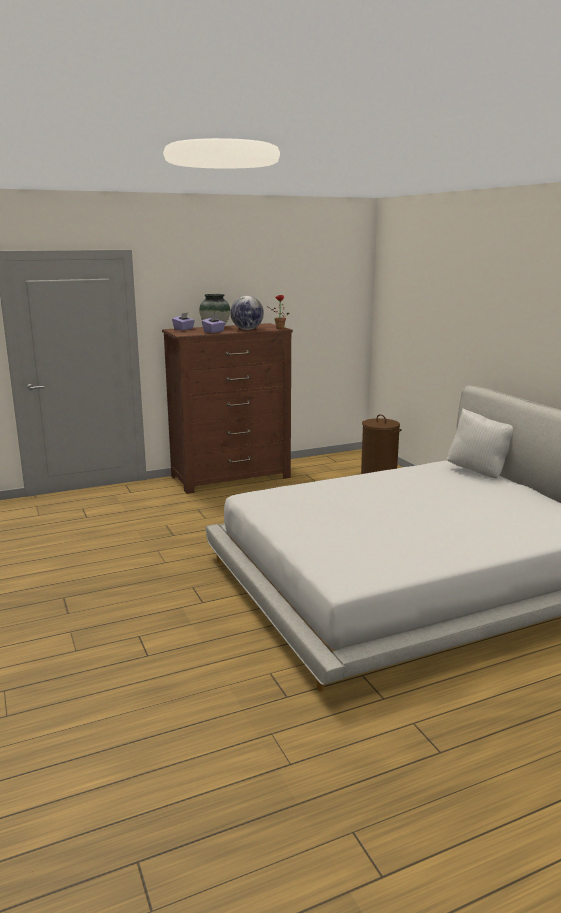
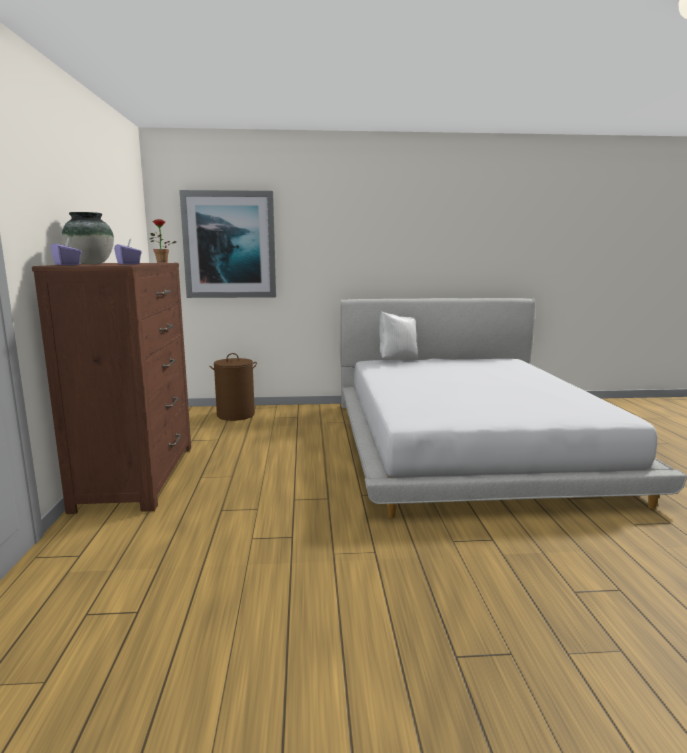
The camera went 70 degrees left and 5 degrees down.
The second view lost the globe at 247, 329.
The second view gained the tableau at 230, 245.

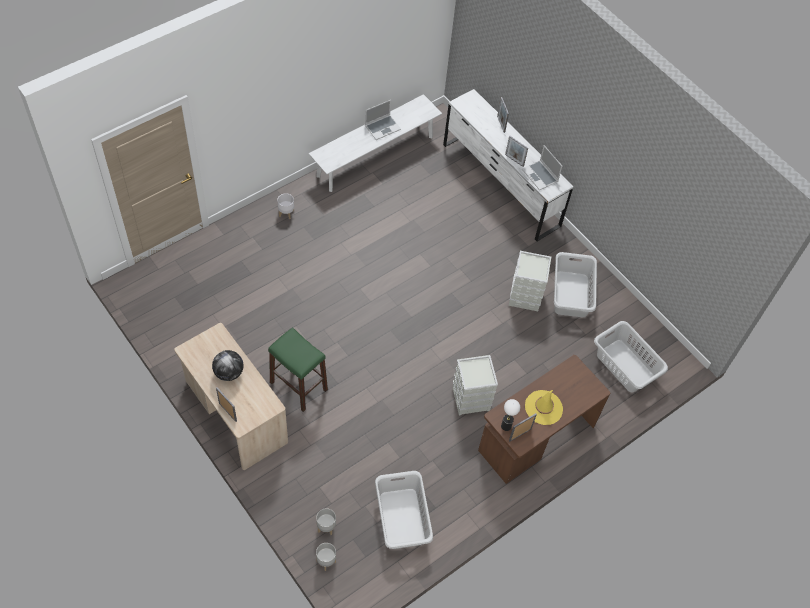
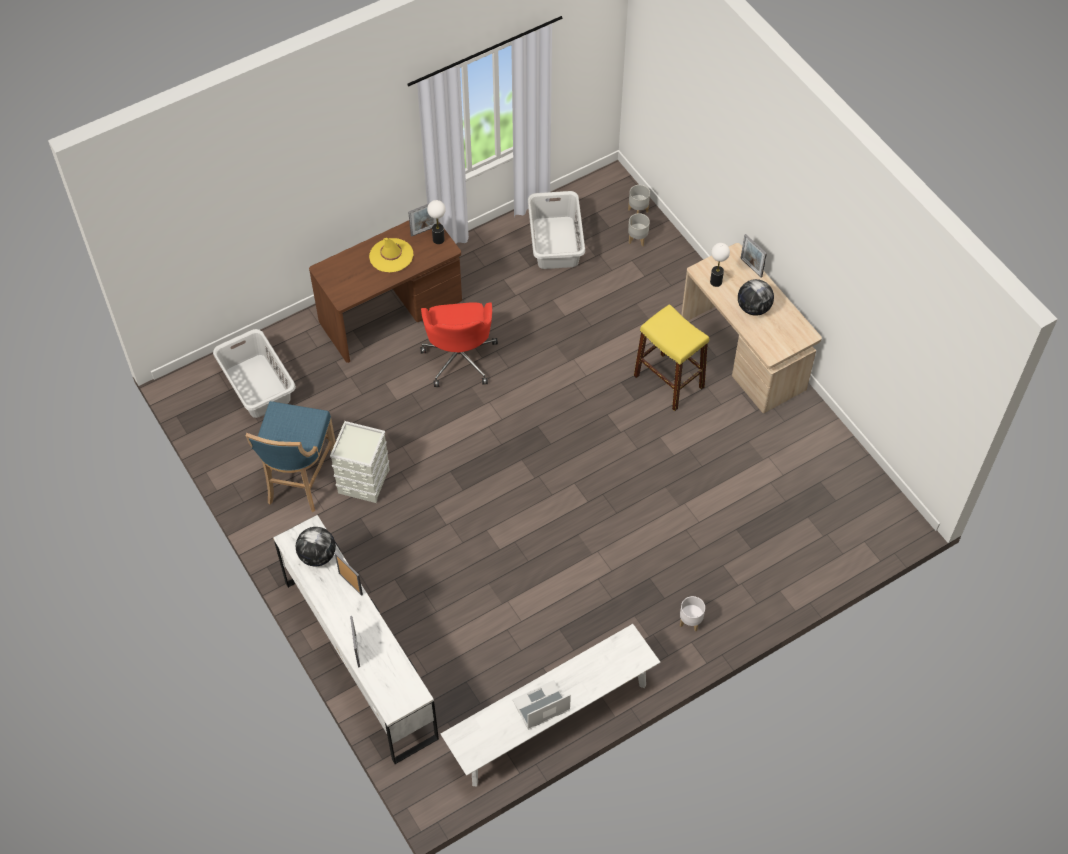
The camera went 170 degrees left and 0 degrees up.
What was the tabouret/vert at 298, 386 turned into the tabouret/jaune at 668, 381.
Where the boîte de rangement/gris stood at 471, 398, the chaise de bureau/rouge came to stand at 460, 357.
Where the ordinateur portable stood at 540, 176, the globe came to stand at 317, 556.
Where the panier à linge/gris stood at 571, 294, the tabouret/bleu came to stand at 299, 481.
The second view gained the lampe de table at 716, 282.

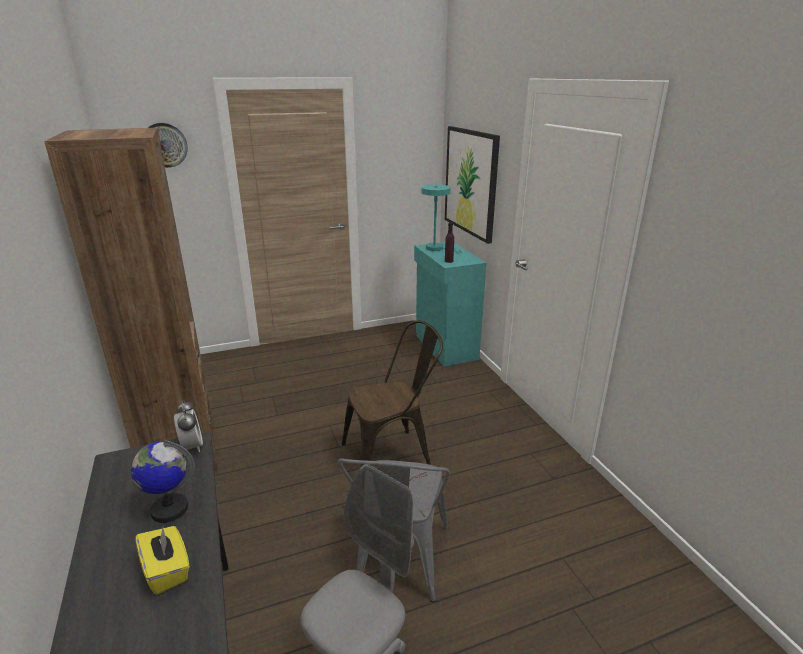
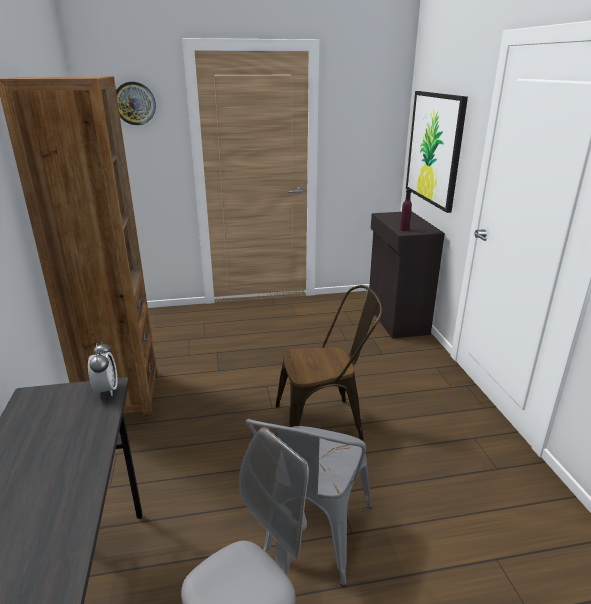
The camera went 10 degrees right and 0 degrees up.
The second view lost the globe at 169, 509.
The second view lost the boîte à mouchoirs/jaune at 167, 570.
What was the meuble de rangement/turquoise at 445, 347 turned into the meuble de rangement/noir at 396, 319.
The second view lost the lampe de table/turquoise at 437, 249.

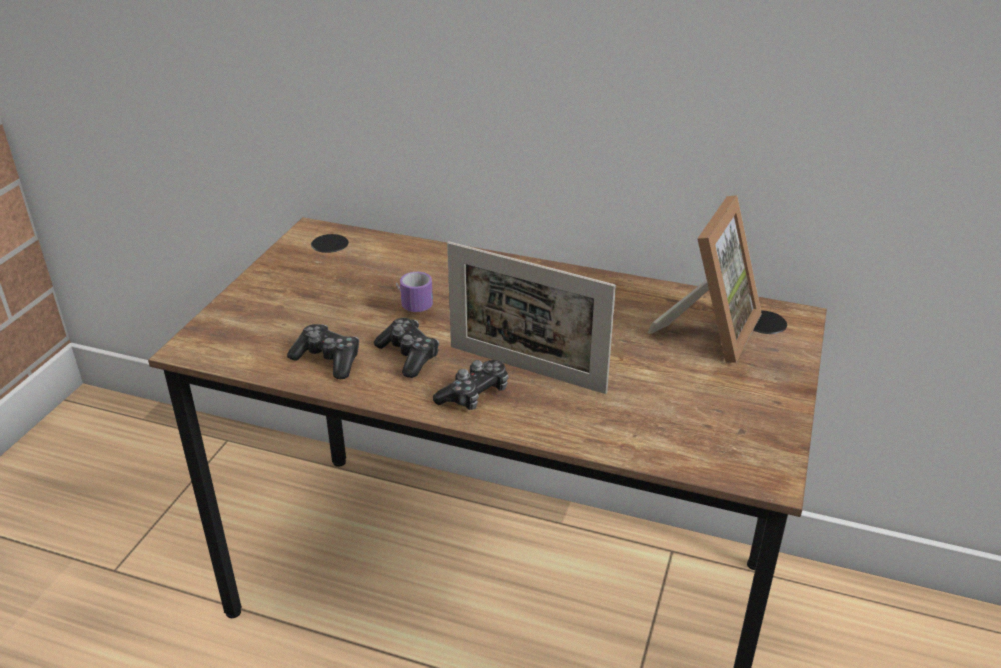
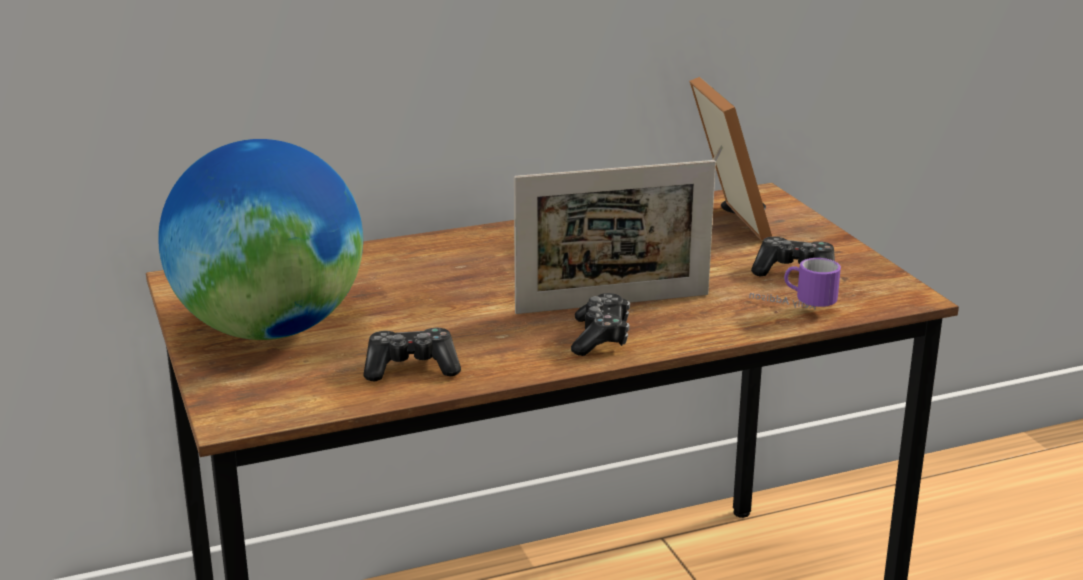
The camera went 40 degrees left and 10 degrees down.
The manette ended up elsewhere, having gone from 409, 355 to 795, 272.
The mug ended up elsewhere, having gone from 410, 303 to 792, 306.
The second view gained the globe at 270, 329.

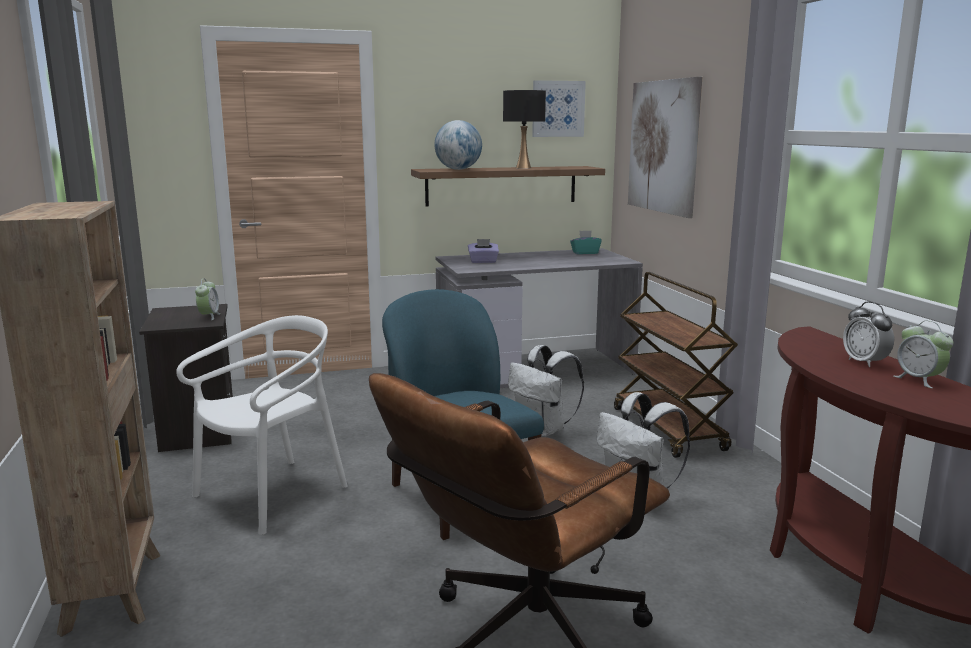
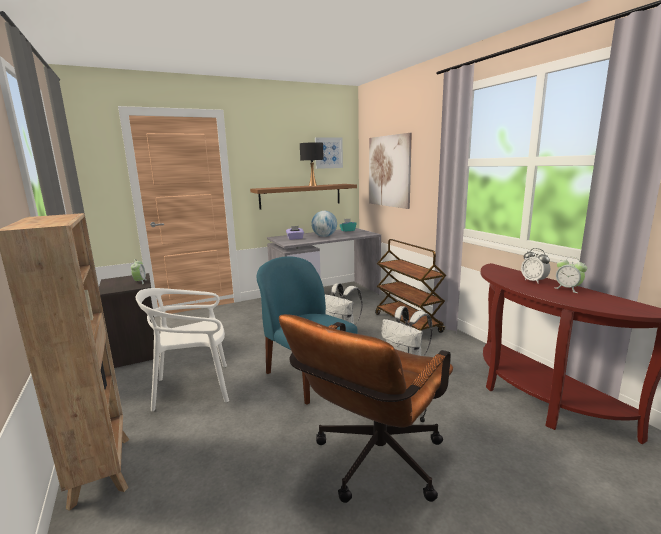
The camera went 10 degrees left and 0 degrees up.
The chaise/blanc at 272, 494 ended up facing another way, 135 degrees counterclockwise from before.
The globe ended up elsewhere, having gone from 458, 169 to 324, 236.

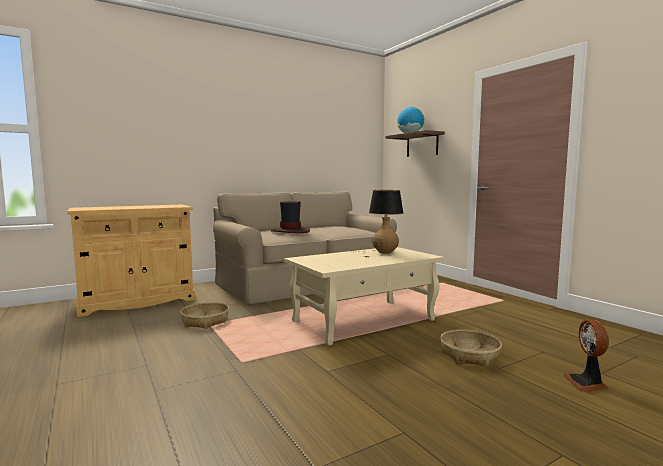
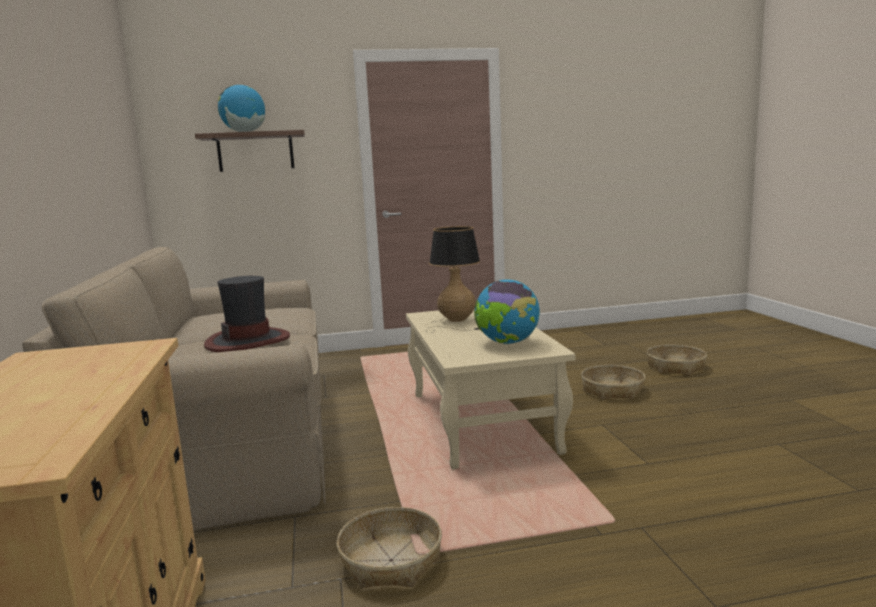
The camera went 70 degrees left and 5 degrees up.
Where the ventilateur stood at 586, 383, the panier came to stand at 675, 367.
The second view gained the globe at 507, 343.

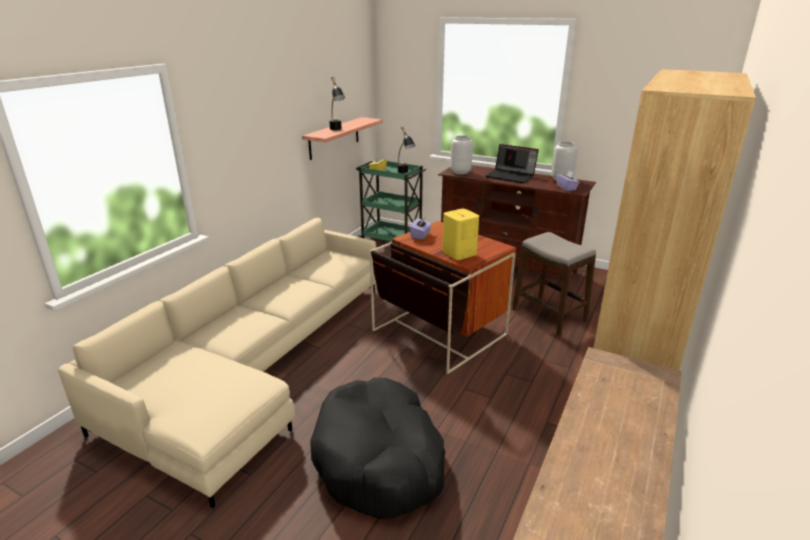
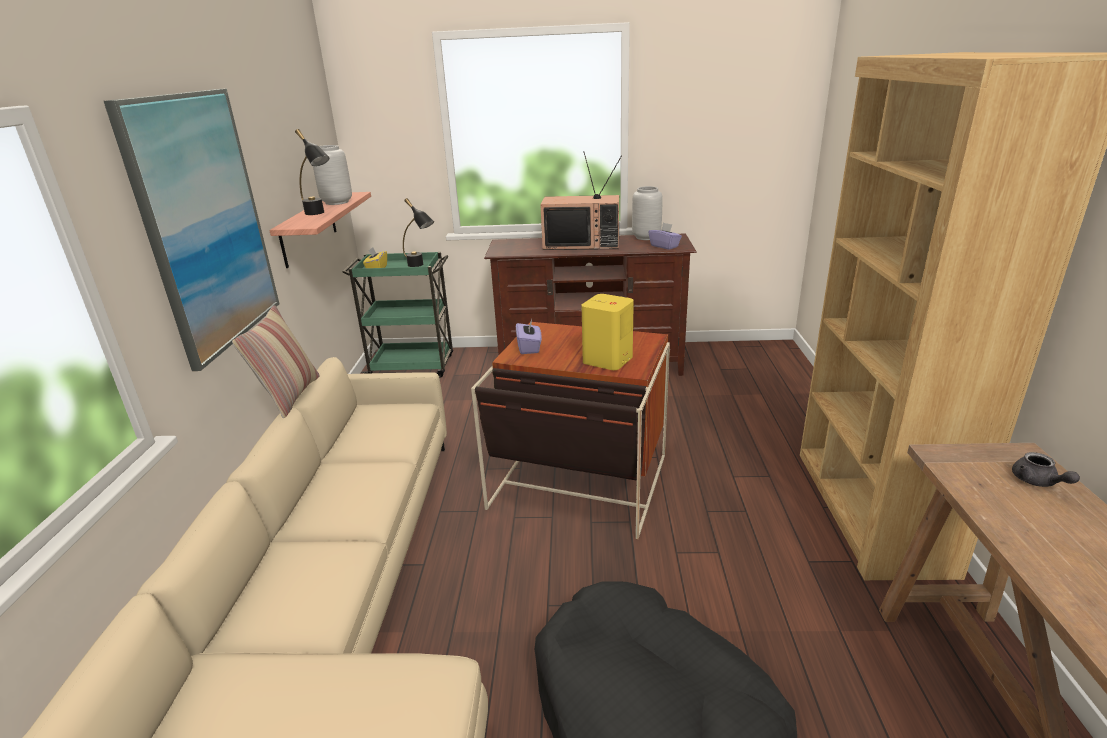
The camera went 25 degrees left and 0 degrees up.
The vase/gris ended up elsewhere, having gone from 460, 172 to 336, 202.
Where the ordinateur portable stood at 511, 176, the téléviseur came to stand at 582, 244.
The second view lost the tabouret at 549, 316.
The second view gained the tableau at 205, 223.
The second view gained the coussin at 290, 397.
The second view gained the théière/gris at 1037, 482.

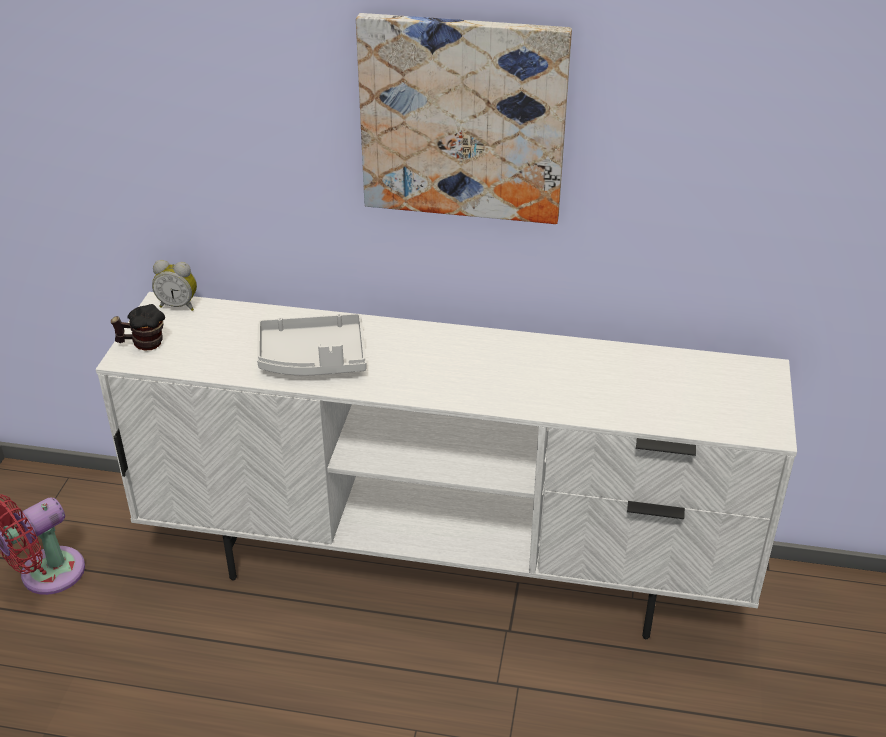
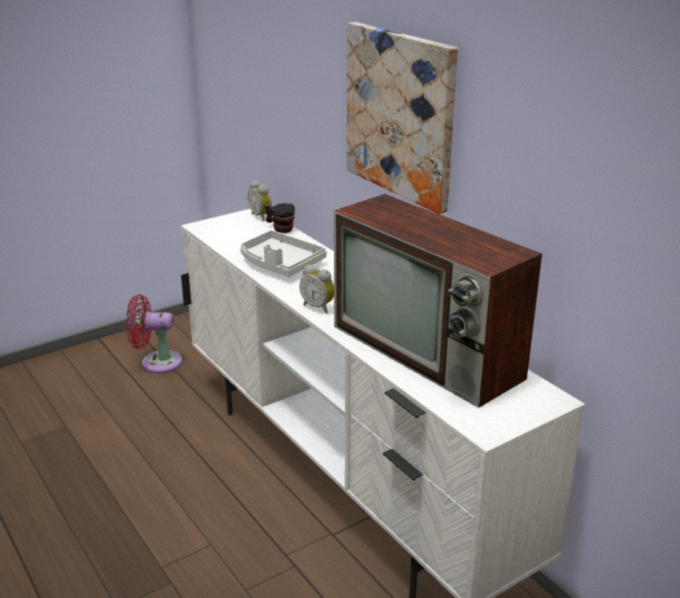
The camera went 45 degrees right and 10 degrees down.
The mug ended up elsewhere, having gone from 143, 344 to 280, 229.
The second view gained the réveil at 318, 307.
The second view gained the téléviseur at 429, 353.

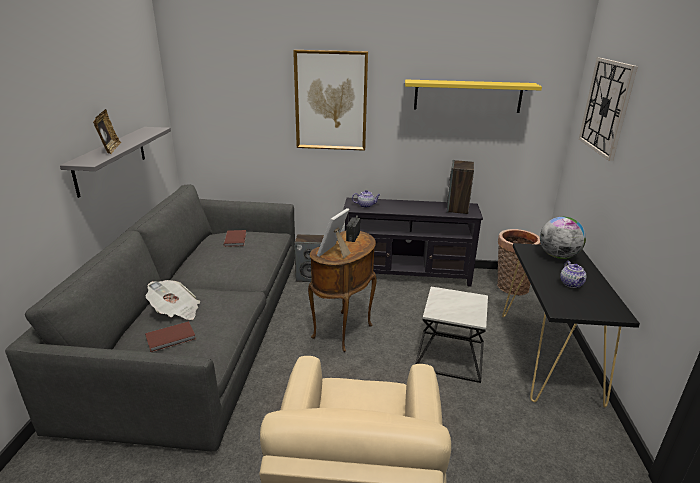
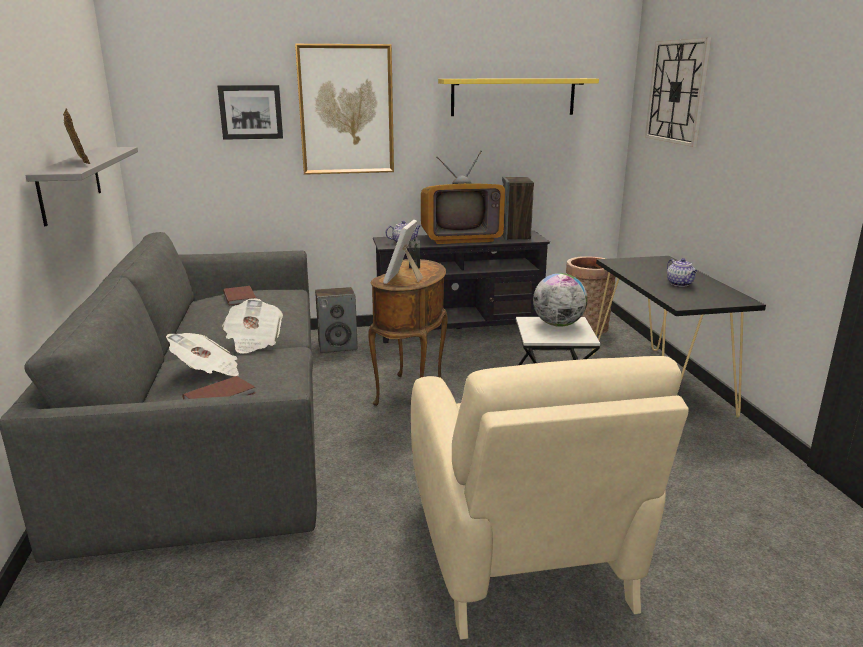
The camera went 15 degrees left and 5 degrees down.
The globe ended up elsewhere, having gone from 558, 256 to 558, 324.
The second view gained the tableau at 251, 112.
The second view gained the journal at 253, 341.
The second view gained the téléviseur at 460, 238.

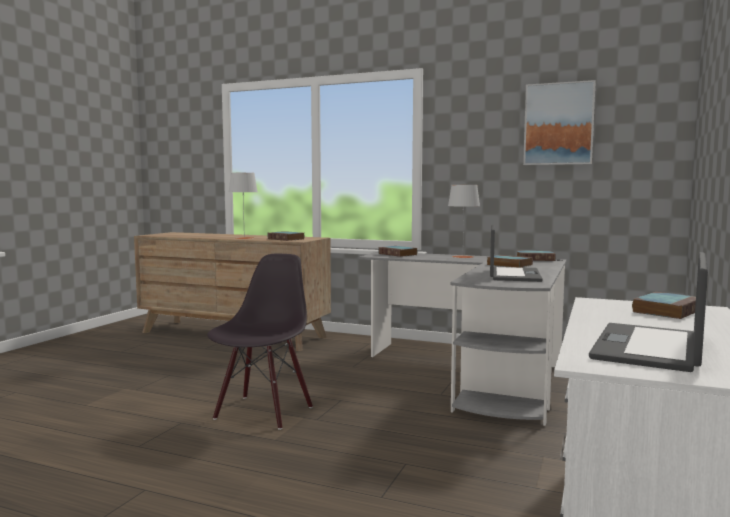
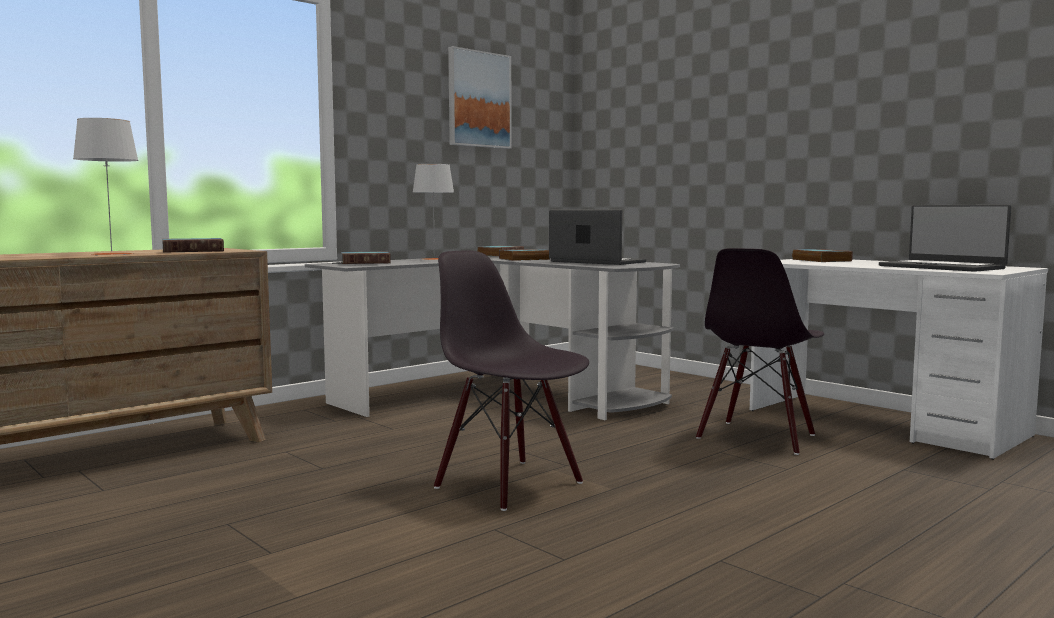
The camera went 65 degrees left and 0 degrees up.
The second view gained the chaise/noir at 757, 437.

